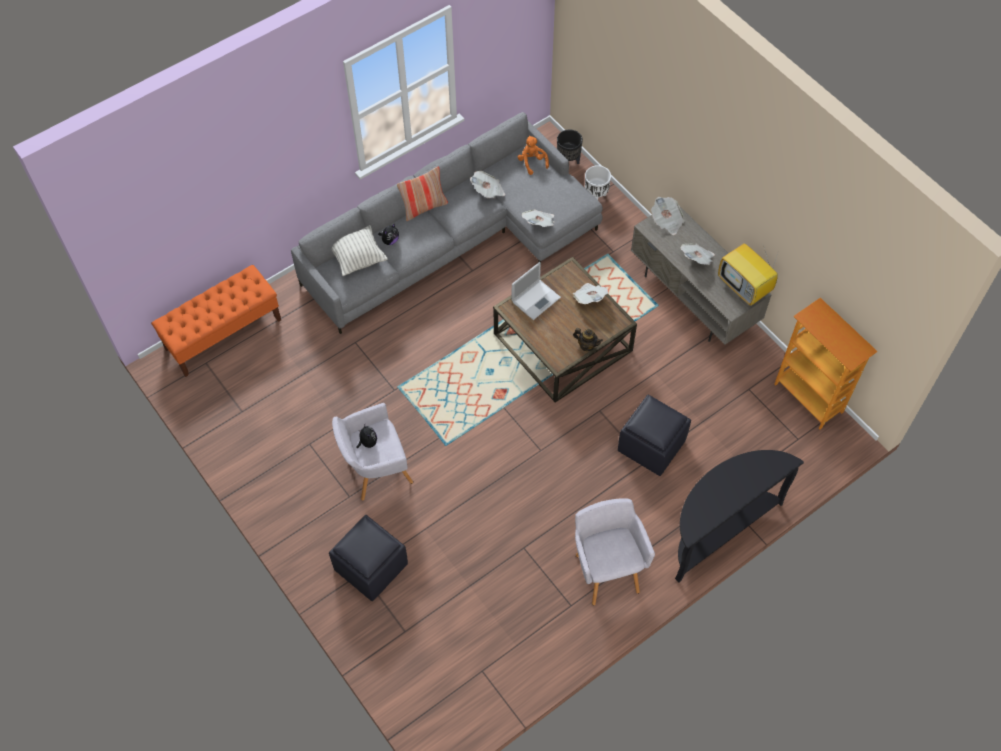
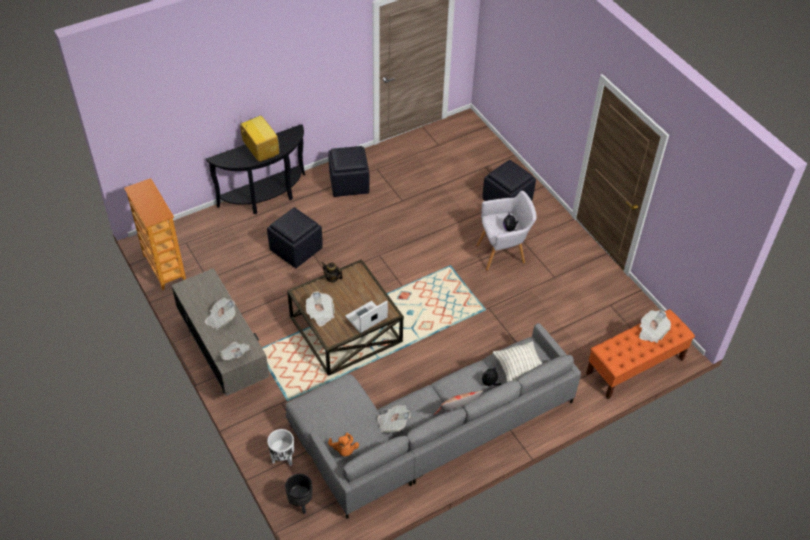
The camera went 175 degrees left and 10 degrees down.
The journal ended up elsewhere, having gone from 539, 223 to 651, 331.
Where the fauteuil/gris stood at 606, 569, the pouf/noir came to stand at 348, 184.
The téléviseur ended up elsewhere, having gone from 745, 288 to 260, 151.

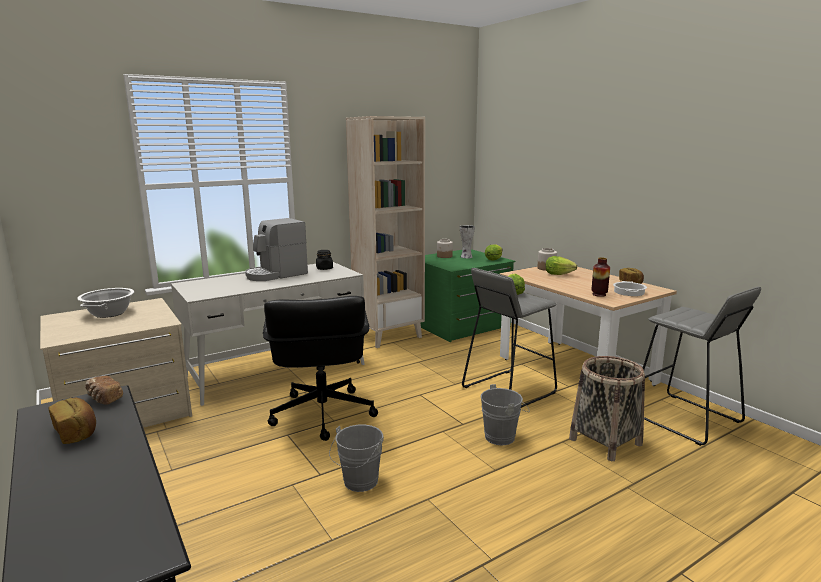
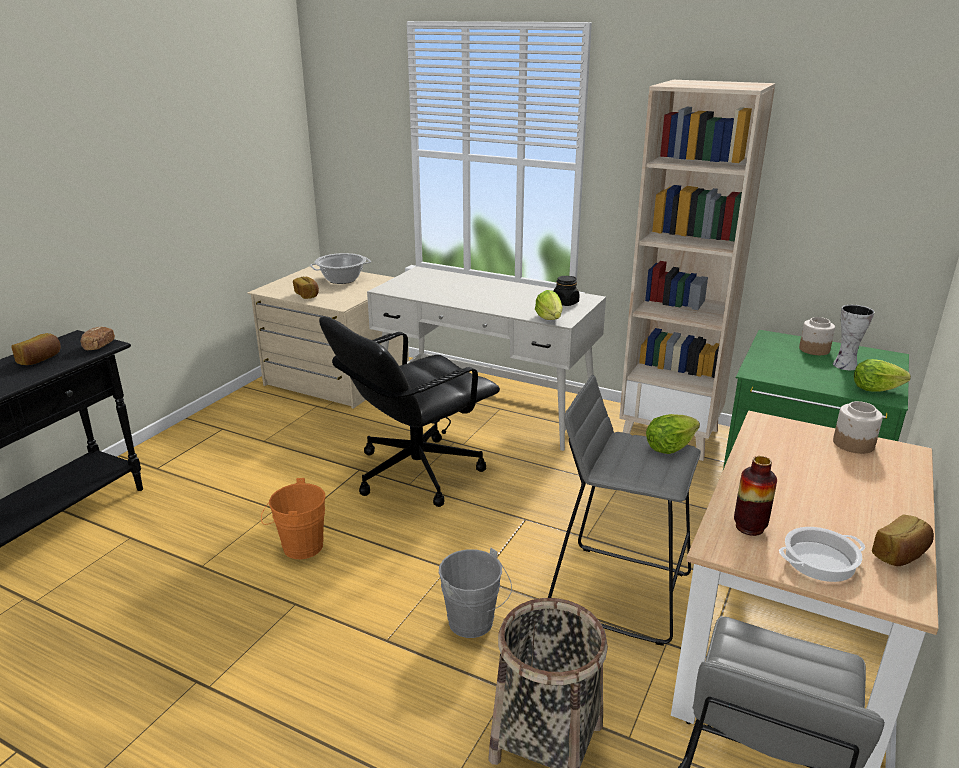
The camera went 60 degrees right and 10 degrees up.
The second view lost the machine à café at 276, 274.
What was the seau/gris at 358, 483 turned into the seau/orange at 298, 547.
The laitue ended up elsewhere, having gone from 558, 274 to 549, 318.
The second view gained the pain at 307, 295.

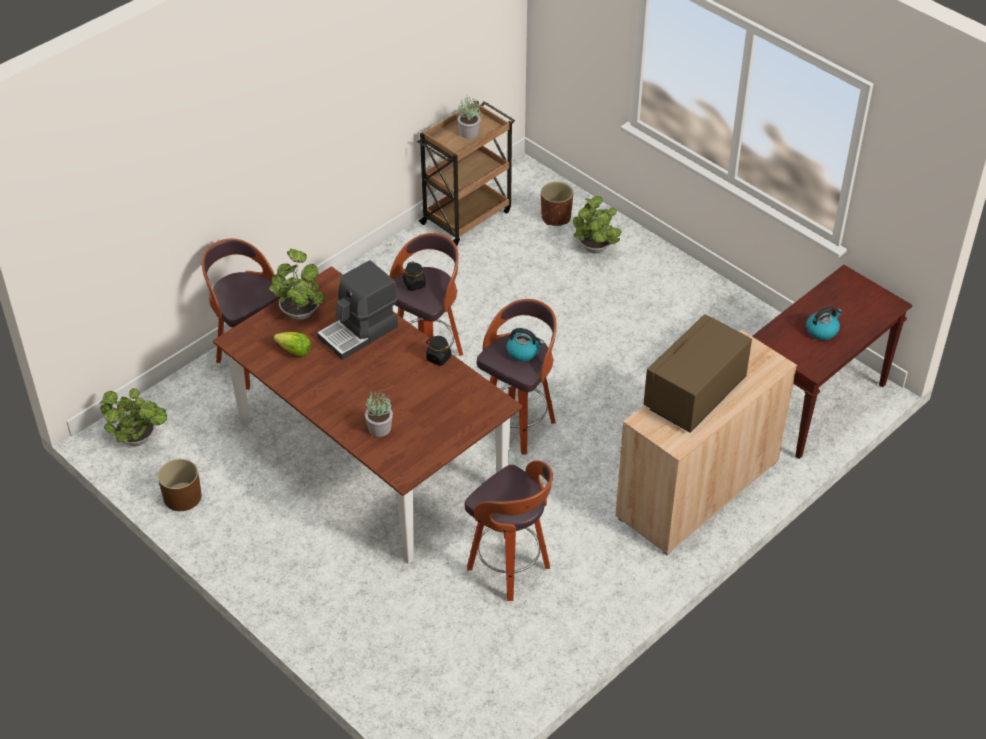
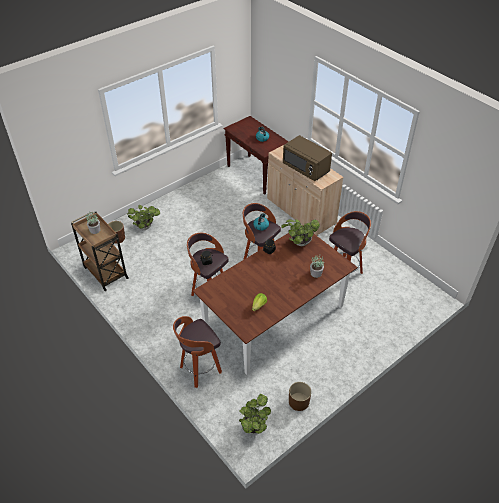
The camera went 85 degrees left and 0 degrees up.
The plante en pot ended up elsewhere, having gone from 300, 311 to 299, 243.
The second view lost the machine à café at 359, 332.

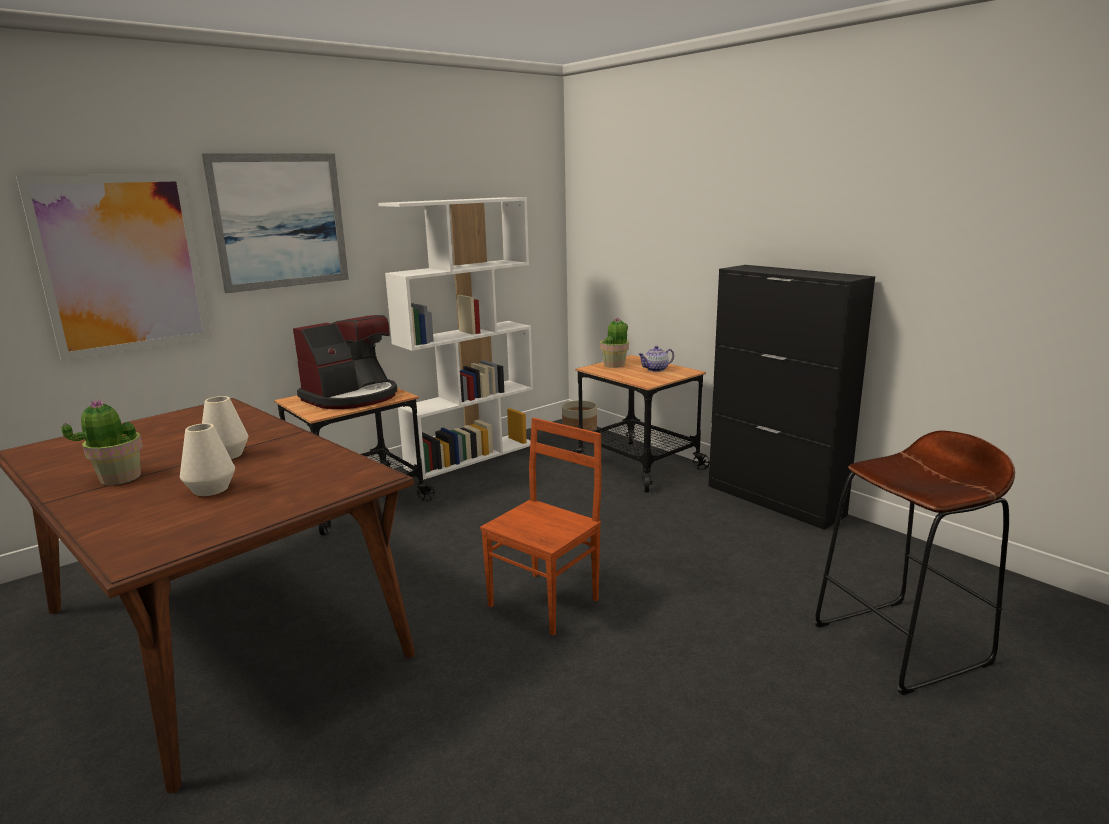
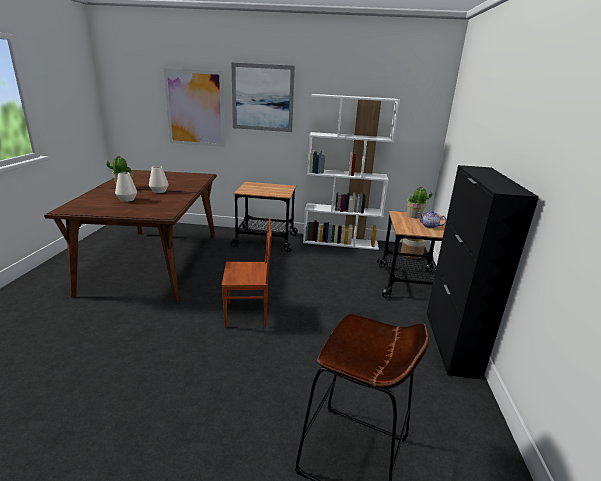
The camera went 45 degrees right and 5 degrees up.
The second view lost the machine à café at 352, 397.

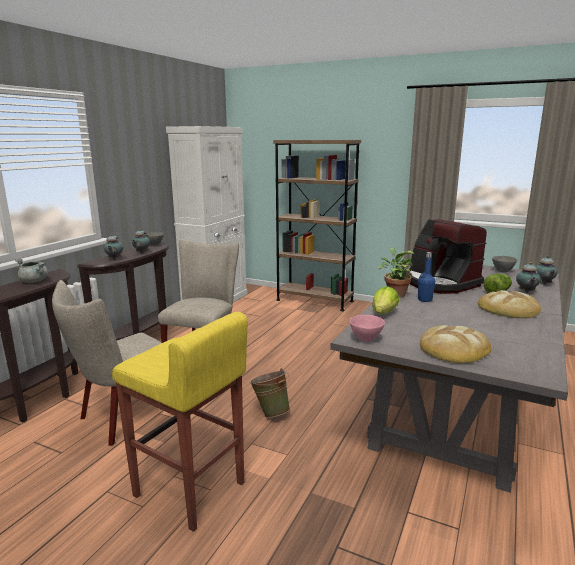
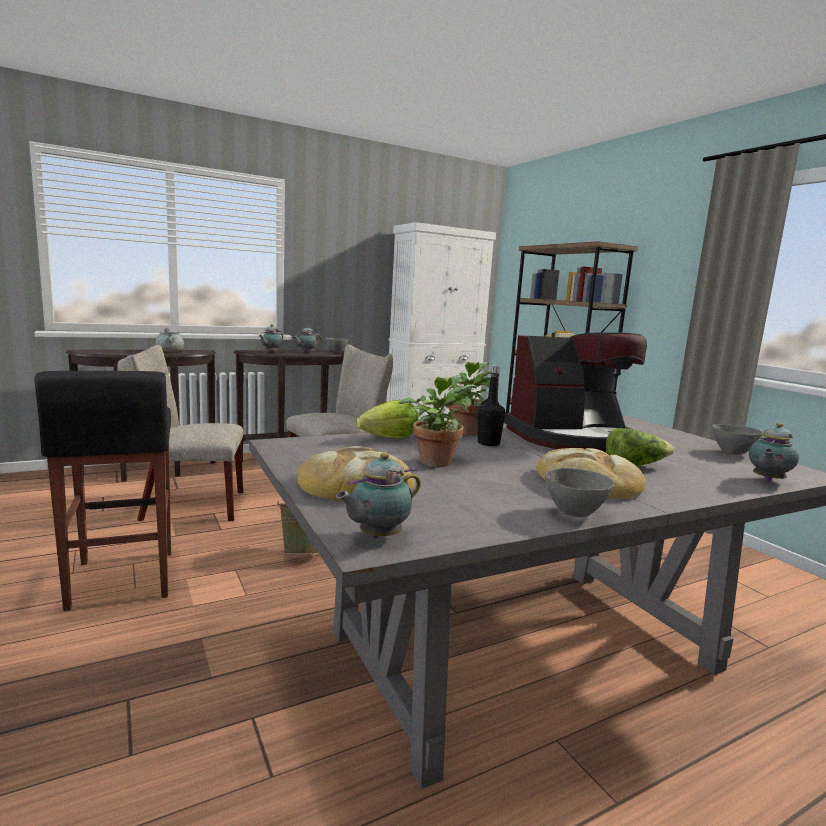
The camera went 35 degrees right and 5 degrees down.
What was the tabouret/jaune at 190, 490 turned into the tabouret/noir at 120, 580.
The second view lost the bol/rose at 366, 339.
The machine à café at 440, 283 ended up facing another way, 105 degrees counterclockwise from before.
What was the bouteille/bleu at 424, 300 turned into the bouteille/noir at 488, 443.
The théière ended up elsewhere, having gone from 526, 292 to 377, 537.
The second view gained the plante en pot at 436, 460.
The second view gained the bol/gris at 574, 513.

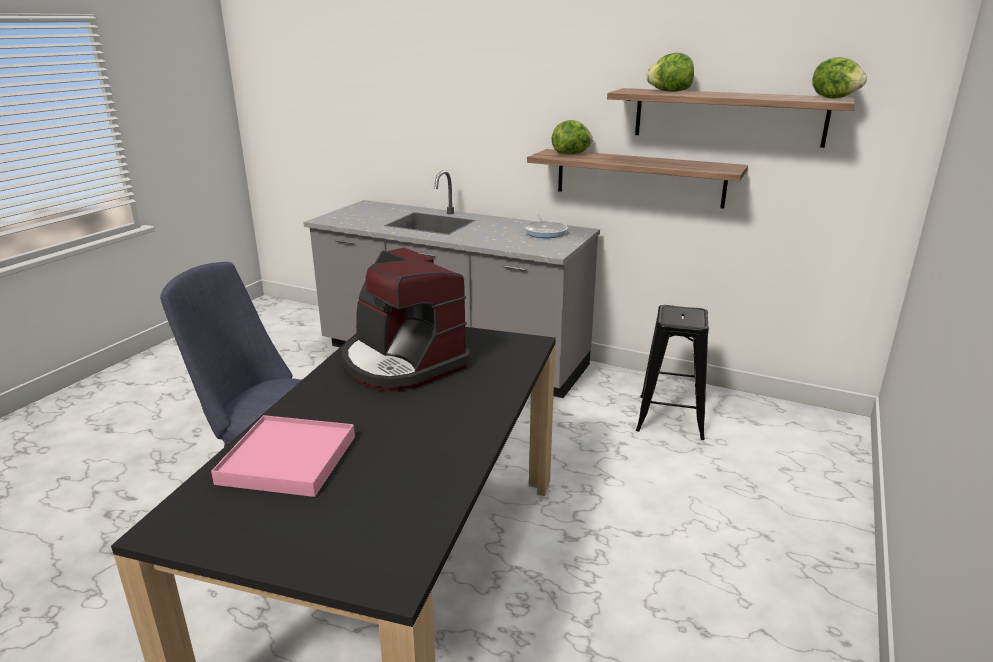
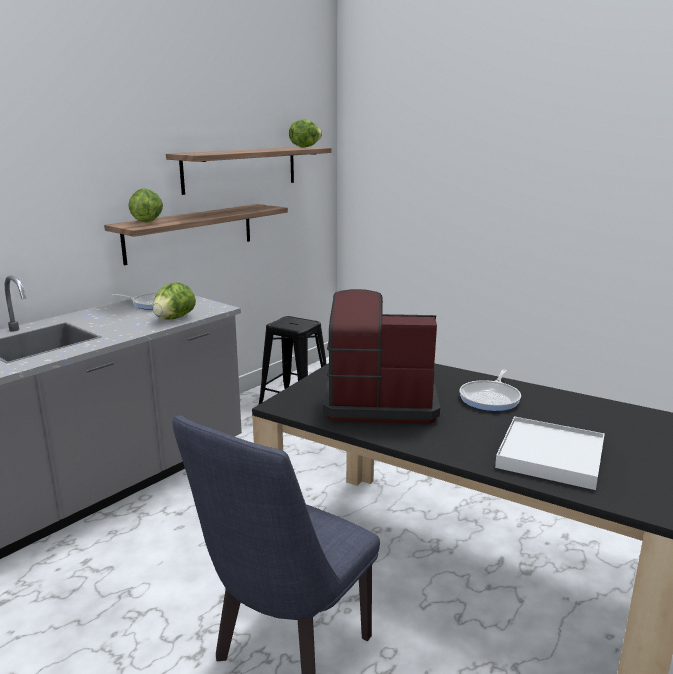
The camera went 75 degrees left and 5 degrees down.
What was the plateau/rose at 288, 460 turned into the plateau/blanc at 550, 456.
The machine à café at 402, 363 ended up facing another way, 150 degrees counterclockwise from before.
The laitue ended up elsewhere, having gone from 669, 91 to 174, 318.
The second view gained the poêle at 491, 398.

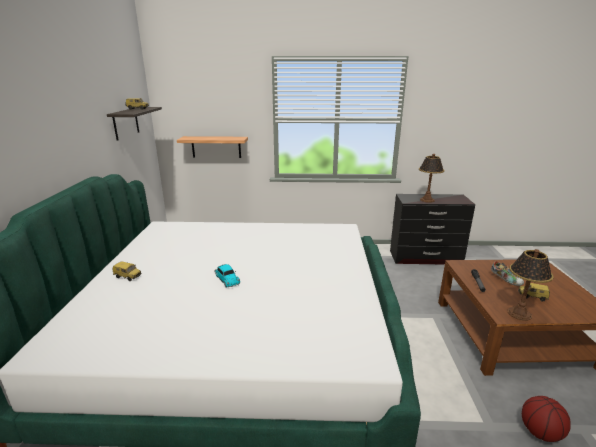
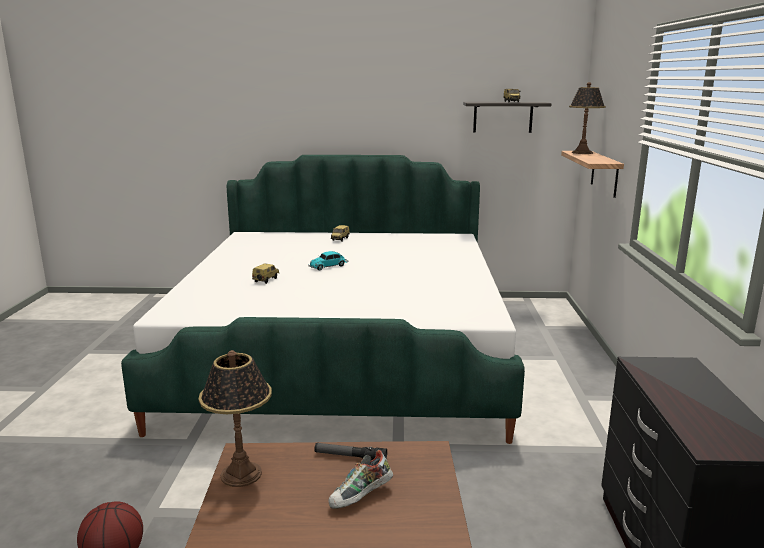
The camera went 90 degrees right and 5 degrees down.
The lampe de table ended up elsewhere, having gone from 427, 200 to 582, 152.
The petite voiture ended up elsewhere, having gone from 532, 297 to 266, 280.

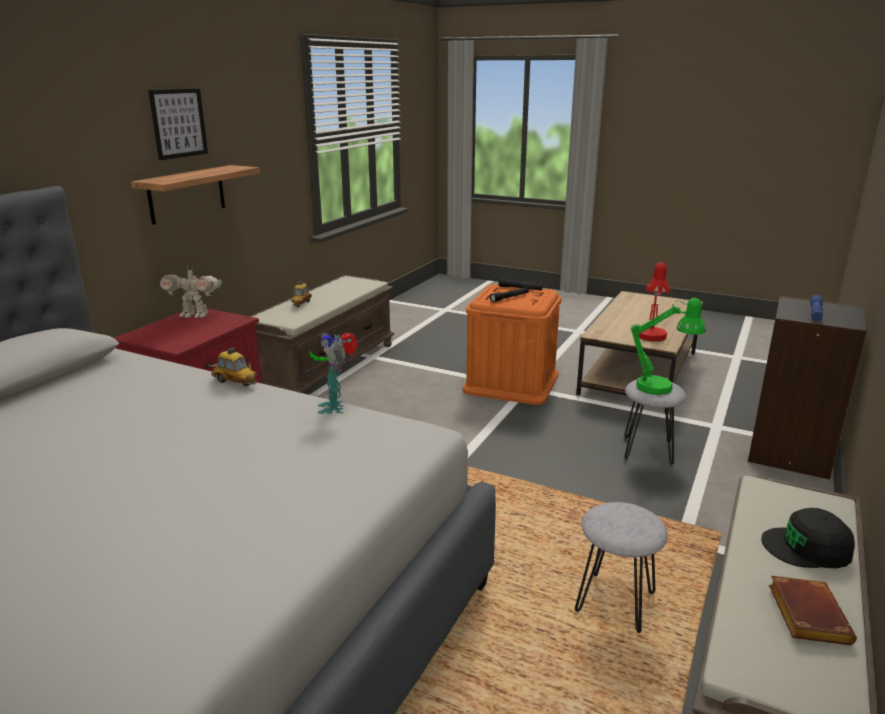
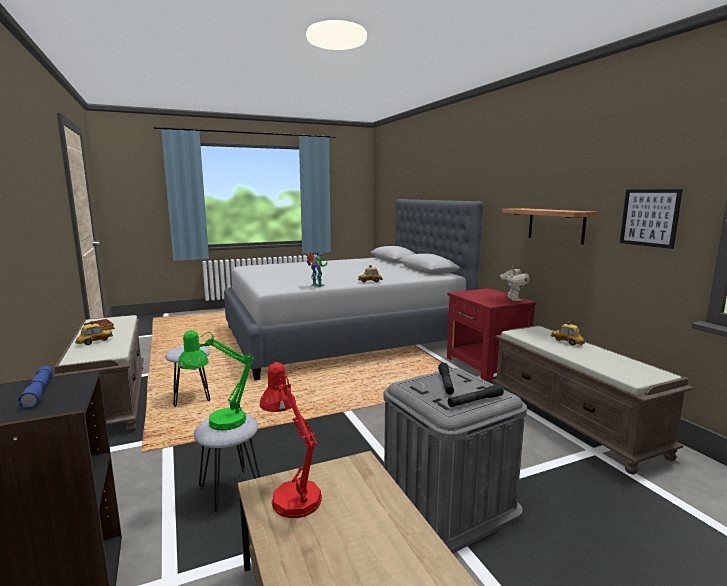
The camera went 130 degrees right and 10 degrees down.
The tableau ended up elsewhere, having gone from 178, 123 to 649, 217.
The robot jouet at 195, 315 ended up facing another way, 135 degrees clockwise from before.
What was the boîte de rangement/orange at 511, 382 turned into the boîte de rangement/gris at 447, 501.
Where the casquette/noir stood at 807, 548, the petite voiture came to stand at 95, 342.

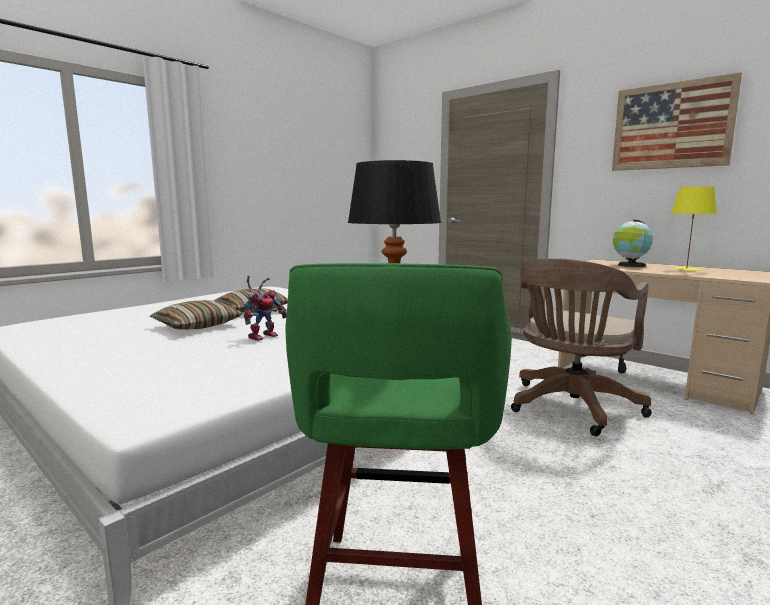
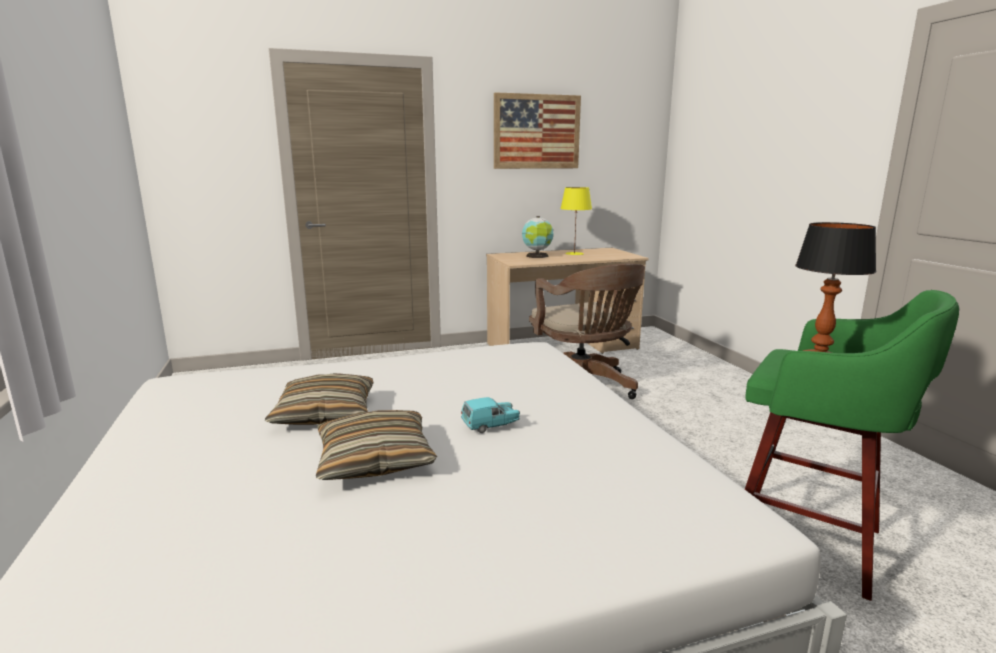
The camera went 60 degrees left and 5 degrees up.
Where the robot jouet stood at 263, 336, the petite voiture/turquoise came to stand at 490, 425.

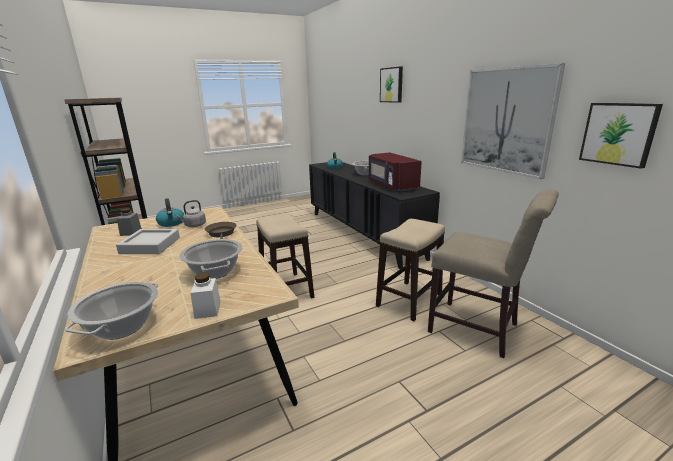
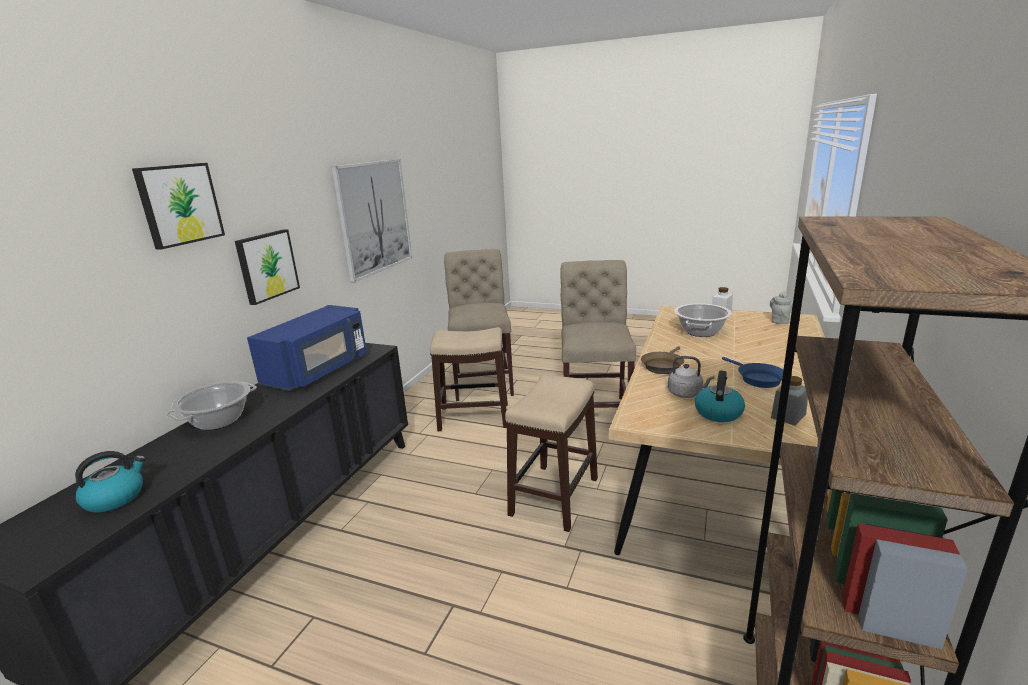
The camera went 130 degrees left and 0 degrees up.
Where the marmite stood at 122, 326, the théière/gris came to stand at 779, 320.
Where the plateau/gris stood at 150, 245, the poêle/bleu came to stand at 757, 379.
What was the micro-ondes/rouge at 392, 185 turned into the micro-ondes/bleu at 319, 370.
The tableau ended up elsewhere, having gone from 618, 134 to 266, 266.
The second view gained the chaise/beige at 596, 411.

